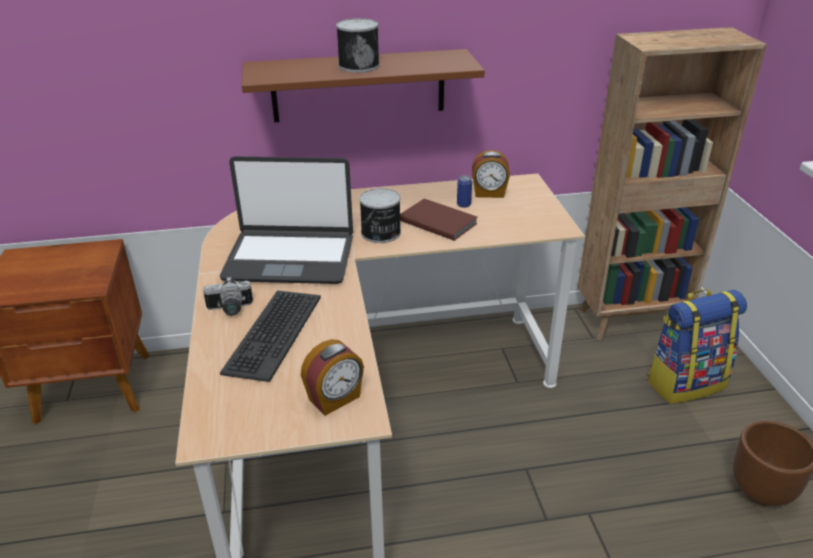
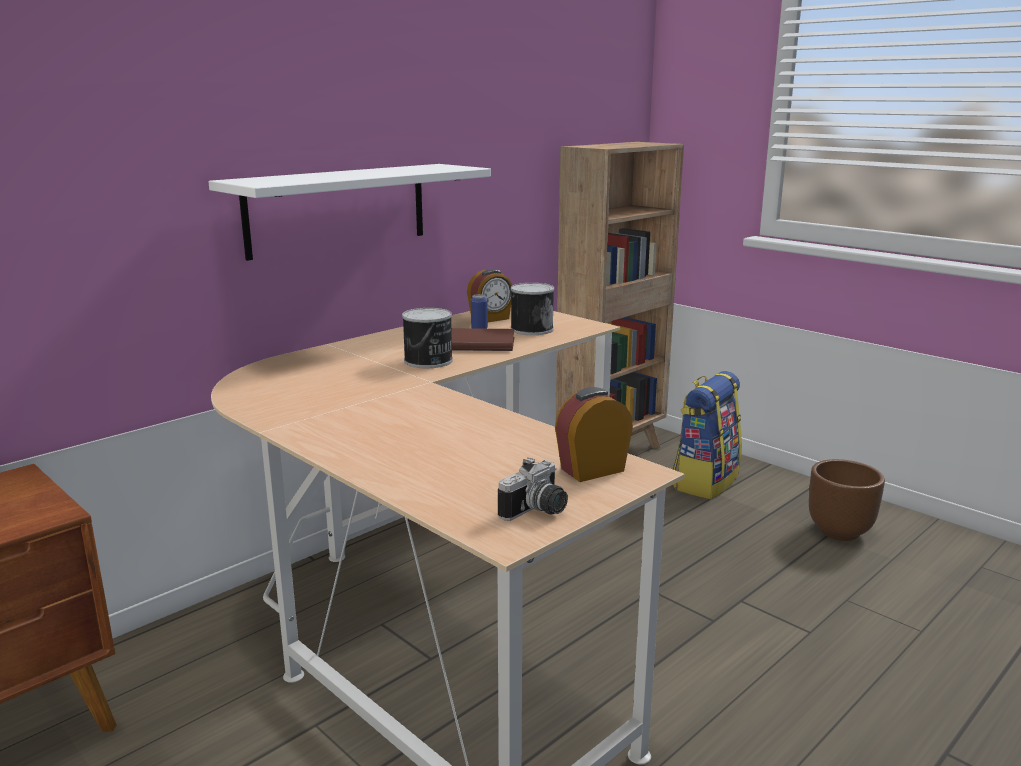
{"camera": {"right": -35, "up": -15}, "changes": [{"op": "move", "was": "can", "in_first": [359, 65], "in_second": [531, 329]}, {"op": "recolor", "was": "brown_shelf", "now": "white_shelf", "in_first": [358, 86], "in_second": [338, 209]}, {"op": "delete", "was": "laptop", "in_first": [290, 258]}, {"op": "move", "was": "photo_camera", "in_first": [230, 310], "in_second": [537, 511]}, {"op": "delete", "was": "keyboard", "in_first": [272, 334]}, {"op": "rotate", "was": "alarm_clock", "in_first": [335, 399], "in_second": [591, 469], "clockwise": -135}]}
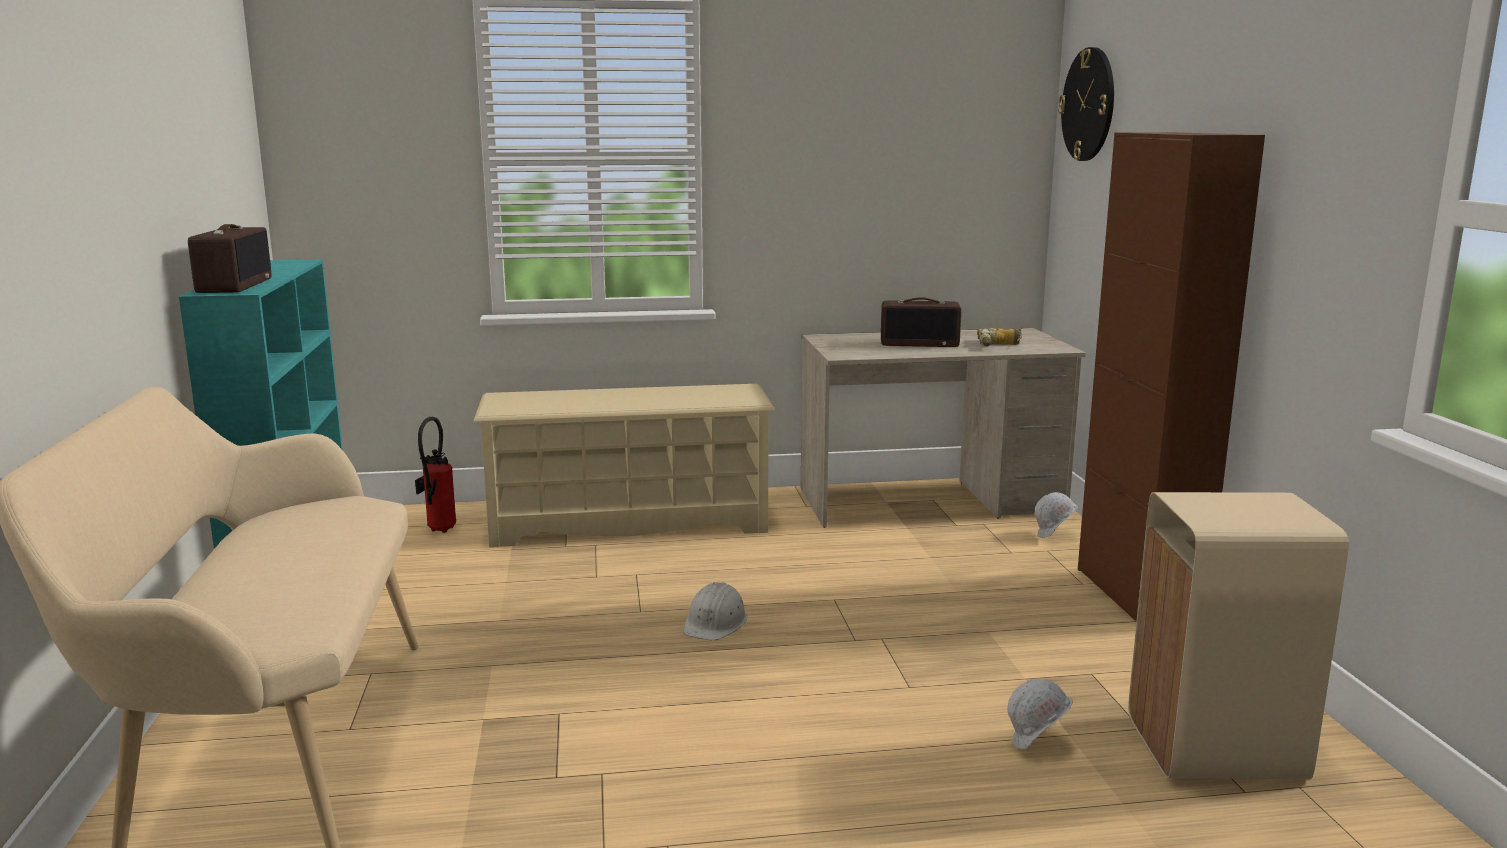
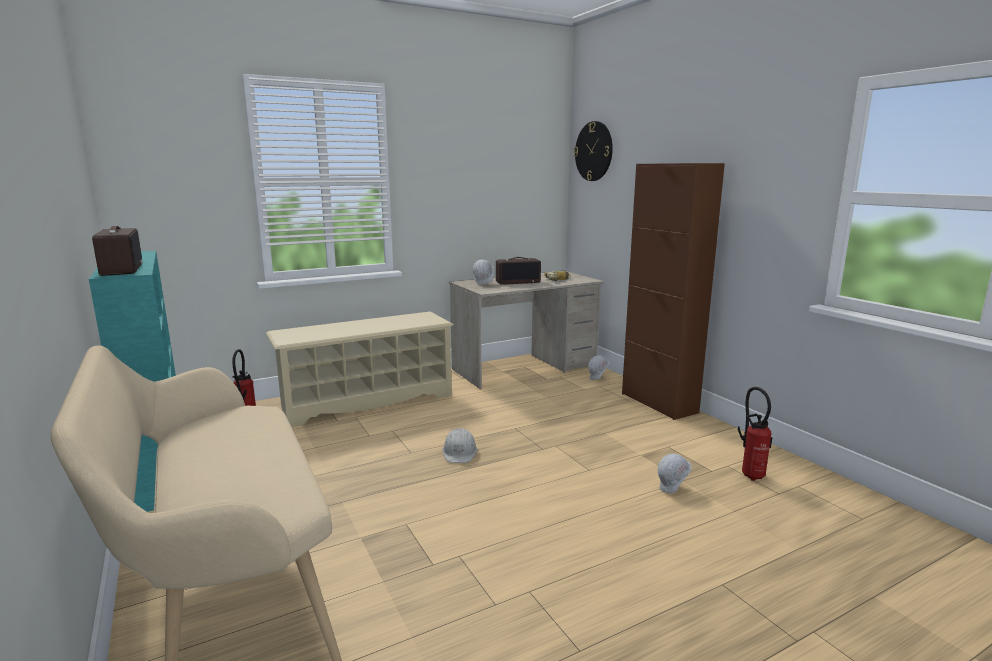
{"camera": {"right": -20, "up": 0}, "changes": [{"op": "replace", "was": "sand-coloured_waste_bin", "now": "extinguisher", "in_first": [1216, 749], "in_second": [751, 474]}, {"op": "insert", "now": "white_work_helmet", "in_second": [483, 283]}]}
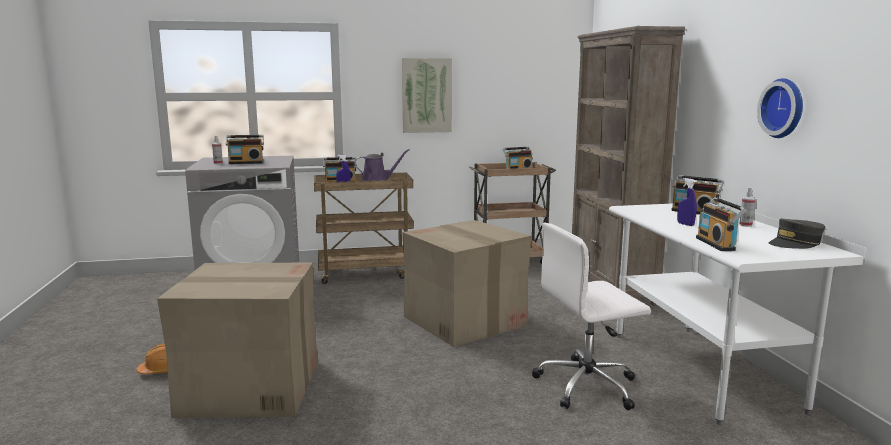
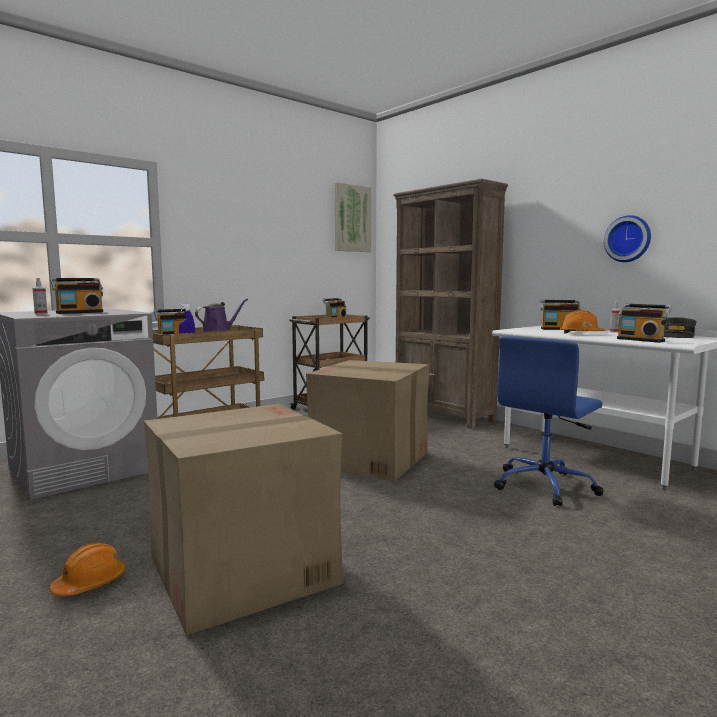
{"camera": {"right": -30, "up": -5}, "changes": [{"op": "move", "was": "picture", "in_first": [426, 95], "in_second": [351, 218]}, {"op": "replace", "was": "blue-coloured_hand_sprayer", "now": "orange-coloured_work_helmet", "in_first": [685, 224], "in_second": [581, 334]}, {"op": "recolor", "was": "white_desk_chair", "now": "blue-coloured_desk_chair", "in_first": [588, 385], "in_second": [545, 485]}]}
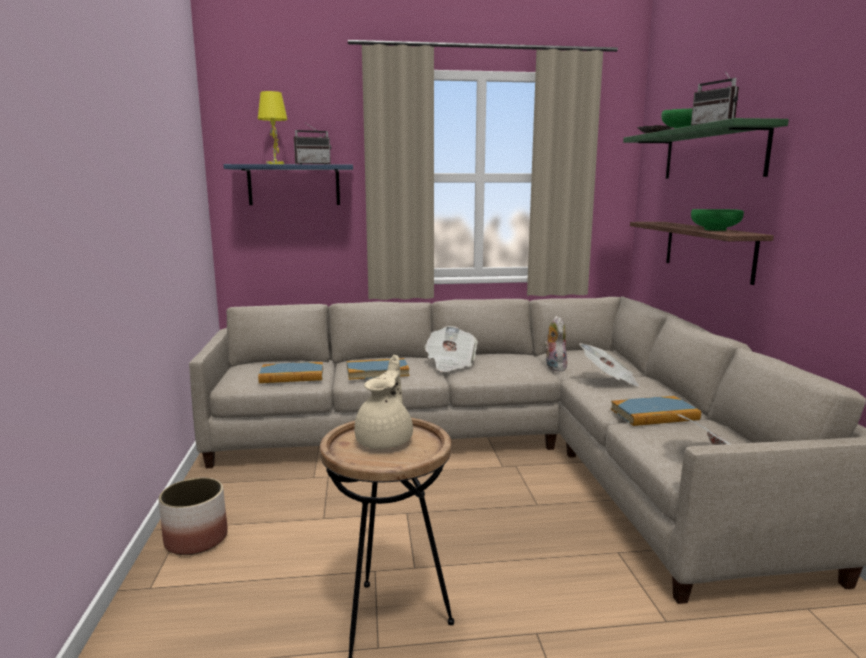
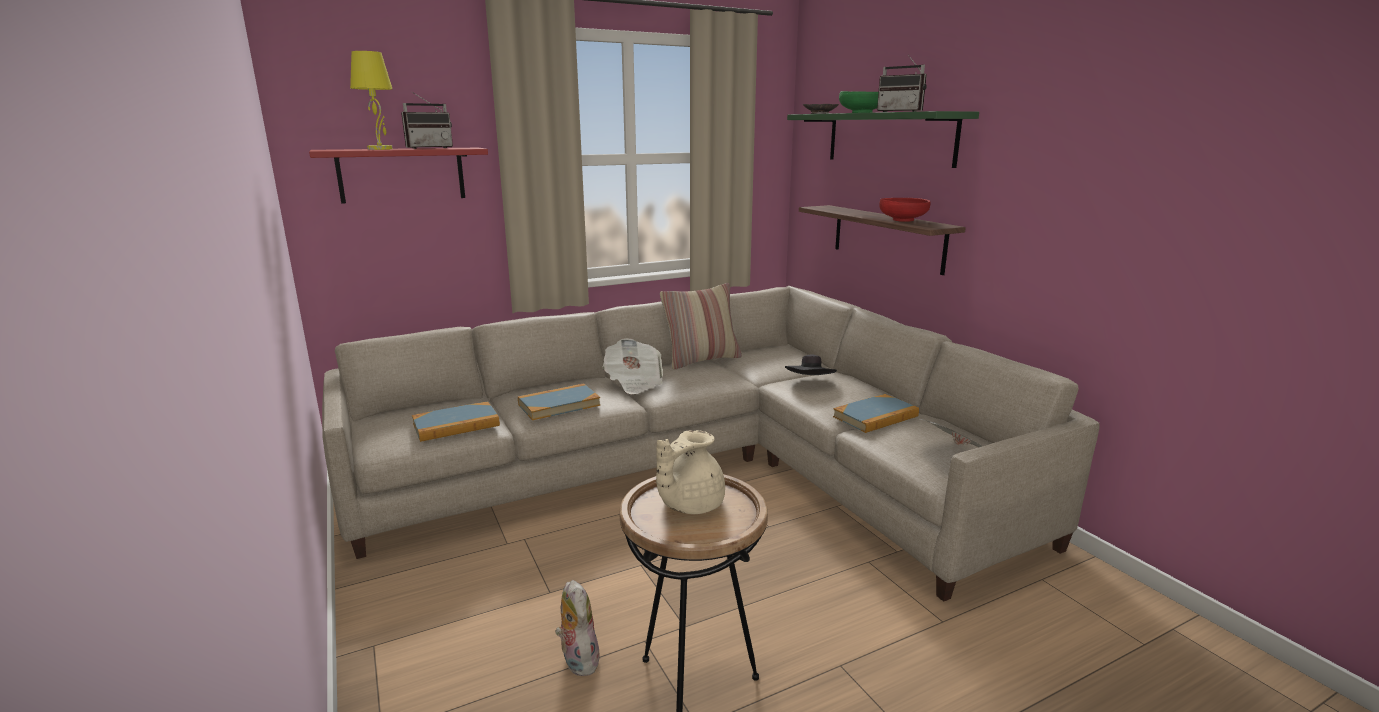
{"camera": {"right": -20, "up": 5}, "changes": [{"op": "recolor", "was": "blue-coloured_shelf", "now": "red-coloured_shelf", "in_first": [294, 185], "in_second": [402, 174]}, {"op": "recolor", "was": "green_serving_bowl", "now": "red-coloured_serving_bowl", "in_first": [714, 230], "in_second": [902, 220]}, {"op": "move", "was": "cuddly_toy", "in_first": [554, 367], "in_second": [577, 659]}, {"op": "replace", "was": "printed_paper", "now": "black_wearable_hat", "in_first": [609, 380], "in_second": [810, 382]}, {"op": "rotate", "was": "sand-coloured_tea_pot", "in_first": [386, 440], "in_second": [689, 504], "clockwise": -135}, {"op": "delete", "was": "plant_pot", "in_first": [197, 539]}, {"op": "insert", "now": "pillow", "in_second": [701, 360]}]}
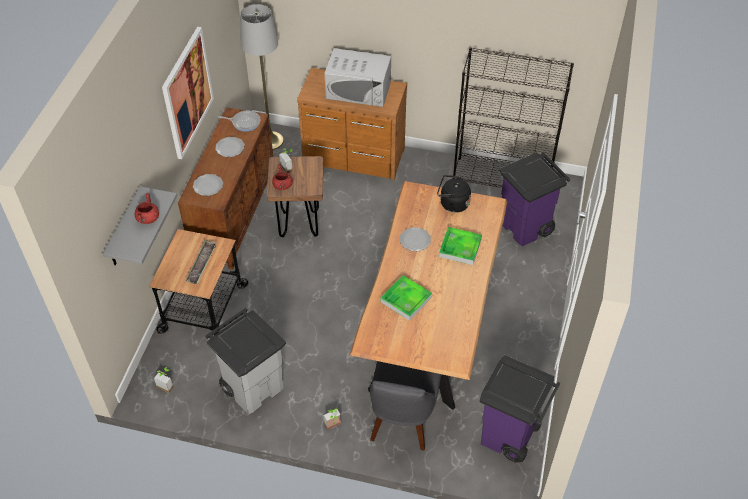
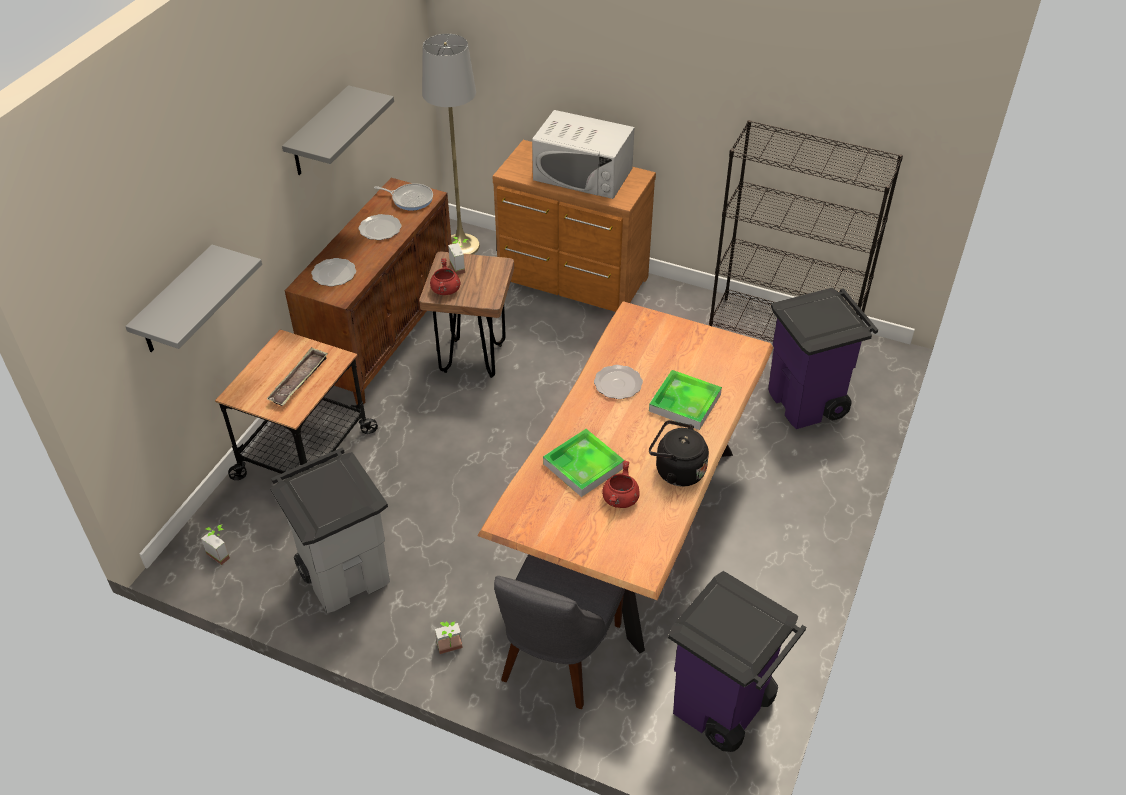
{"camera": {"right": 10, "up": -5}, "changes": [{"op": "replace", "was": "picture", "now": "gray_shelf", "in_first": [187, 93], "in_second": [319, 133]}, {"op": "move", "was": "black_water_kettle", "in_first": [452, 204], "in_second": [676, 471]}, {"op": "move", "was": "red-coloured_stockpot", "in_first": [148, 218], "in_second": [620, 499]}]}
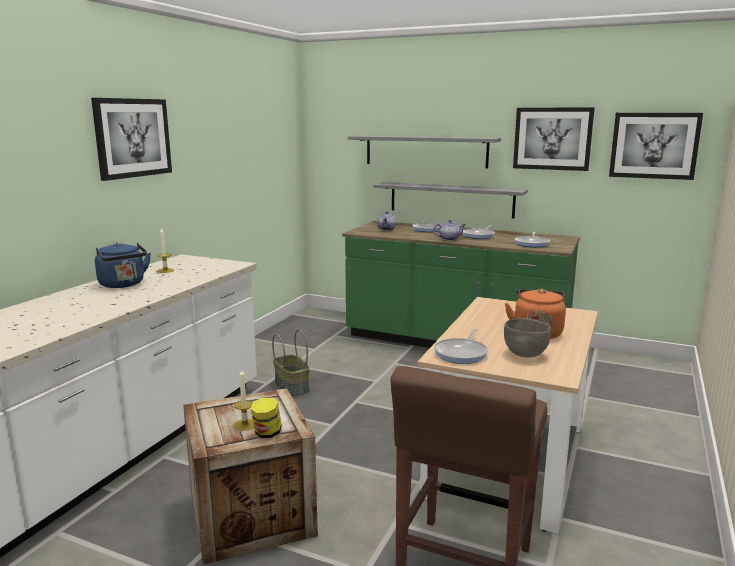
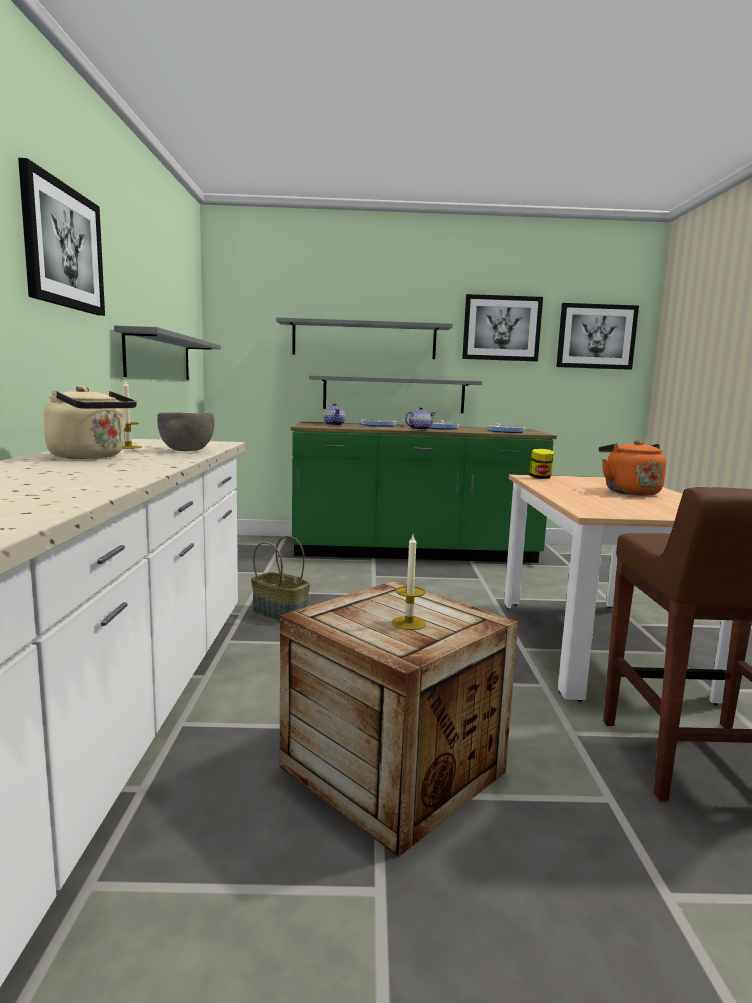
{"camera": {"right": -25, "up": -5}, "changes": [{"op": "recolor", "was": "blue-coloured_water_kettle", "now": "sand-coloured_water_kettle", "in_first": [123, 285], "in_second": [91, 457]}, {"op": "move", "was": "gray_serving_bowl", "in_first": [525, 354], "in_second": [187, 451]}, {"op": "delete", "was": "frying_pan", "in_first": [462, 353]}, {"op": "move", "was": "storage_jar", "in_first": [267, 433], "in_second": [540, 478]}, {"op": "insert", "now": "gray_shelf", "in_second": [159, 357]}]}
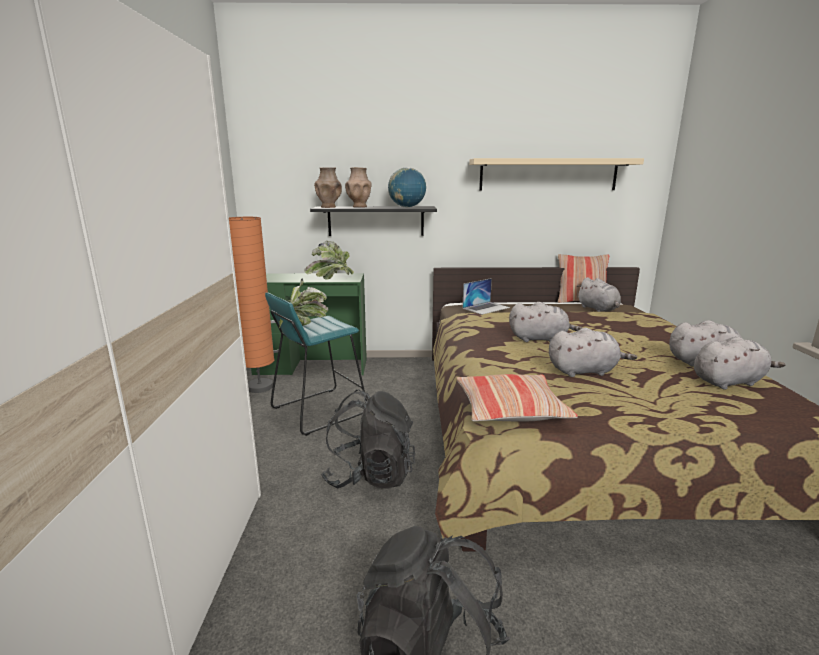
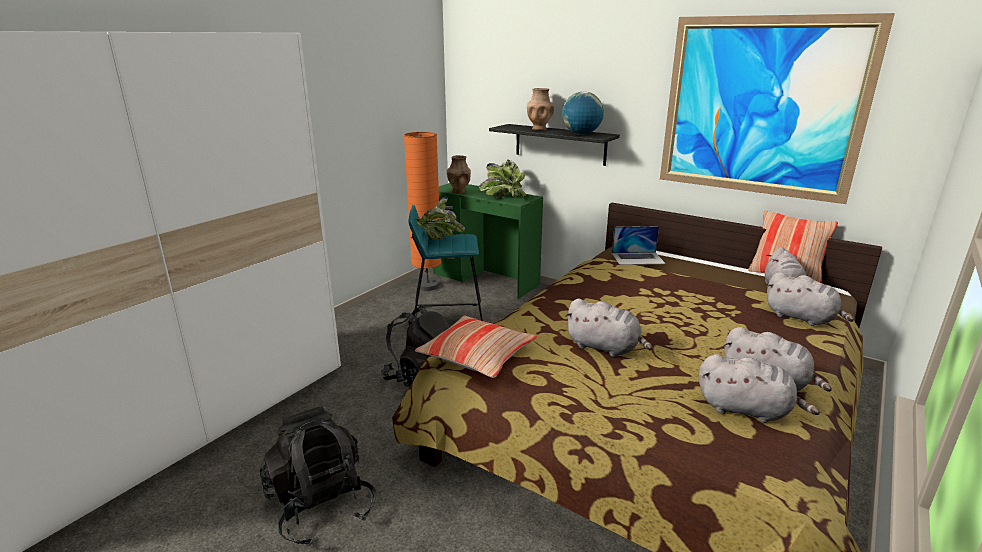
{"camera": {"right": 35, "up": 5}, "changes": [{"op": "replace", "was": "sand-coloured_shelf", "now": "picture", "in_first": [548, 174], "in_second": [760, 108]}, {"op": "move", "was": "brown_flower_vase", "in_first": [329, 207], "in_second": [459, 192]}, {"op": "move", "was": "gray_cuddly_toy", "in_first": [540, 339], "in_second": [802, 318]}]}
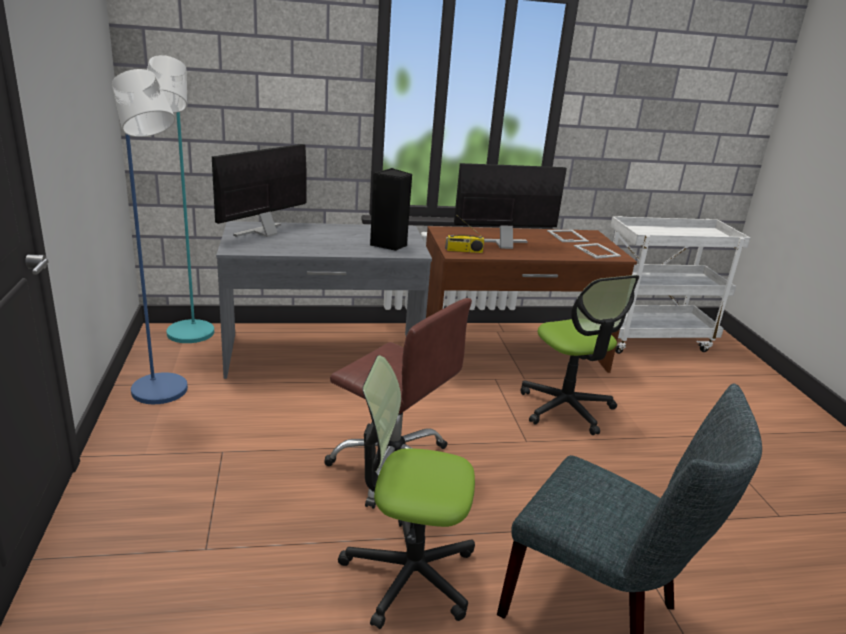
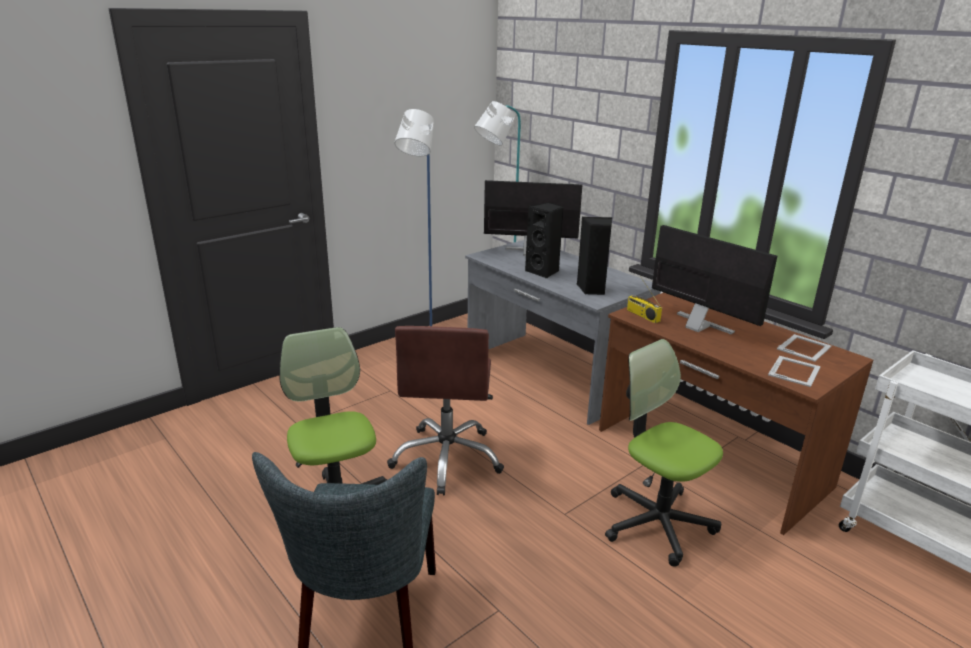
{"camera": {"right": 60, "up": 0}, "changes": [{"op": "rotate", "was": "desk_chair", "in_first": [566, 408], "in_second": [657, 523], "clockwise": 105}, {"op": "insert", "now": "black_loudspeaker", "in_second": [543, 272]}]}
